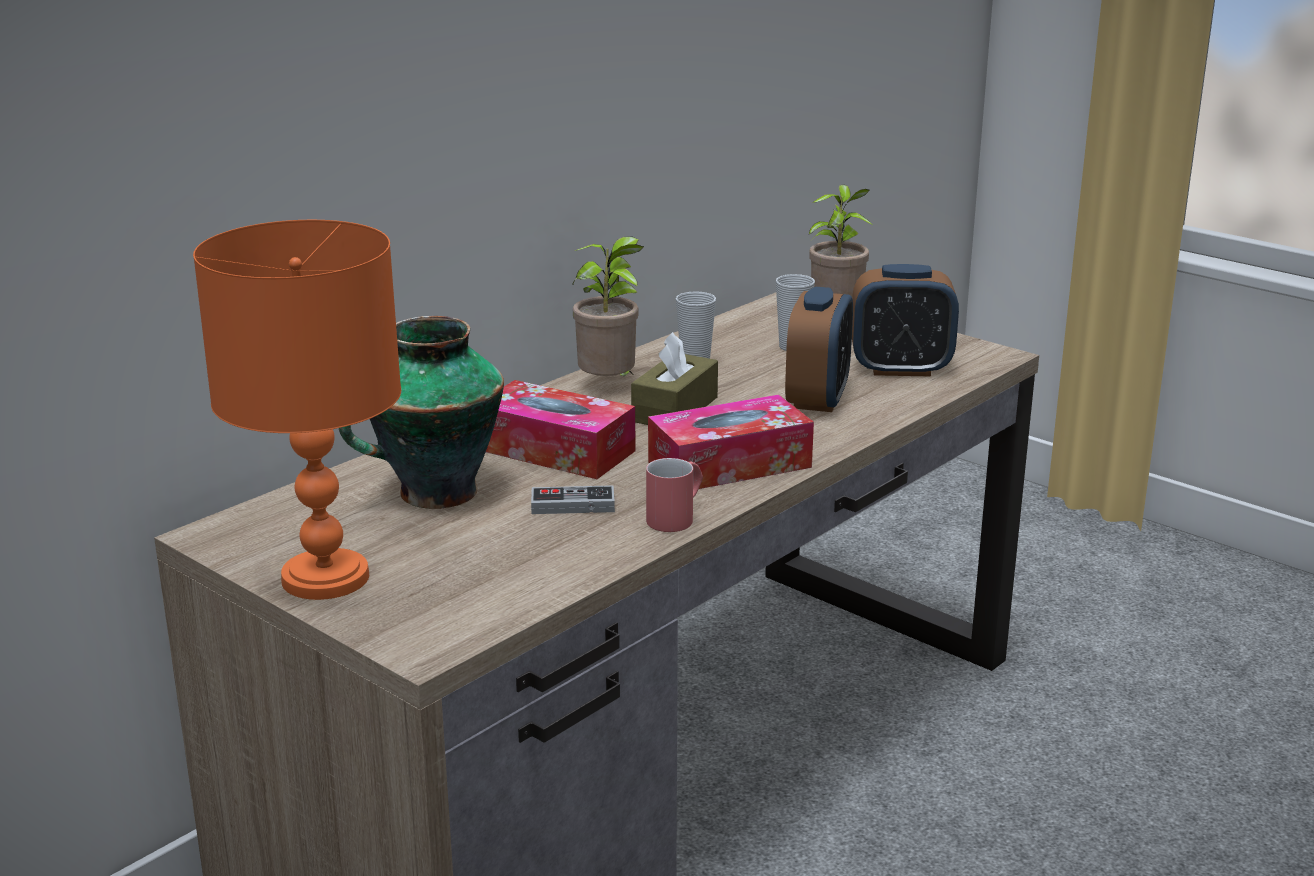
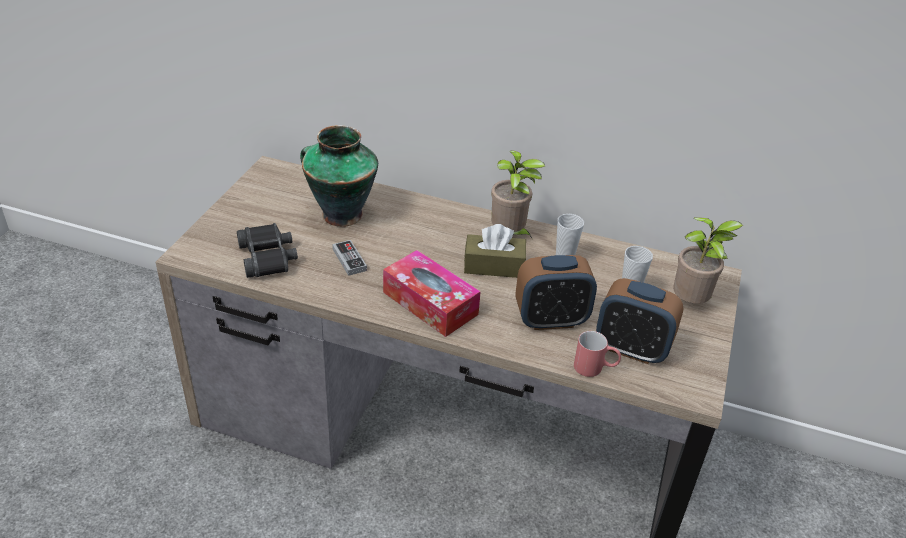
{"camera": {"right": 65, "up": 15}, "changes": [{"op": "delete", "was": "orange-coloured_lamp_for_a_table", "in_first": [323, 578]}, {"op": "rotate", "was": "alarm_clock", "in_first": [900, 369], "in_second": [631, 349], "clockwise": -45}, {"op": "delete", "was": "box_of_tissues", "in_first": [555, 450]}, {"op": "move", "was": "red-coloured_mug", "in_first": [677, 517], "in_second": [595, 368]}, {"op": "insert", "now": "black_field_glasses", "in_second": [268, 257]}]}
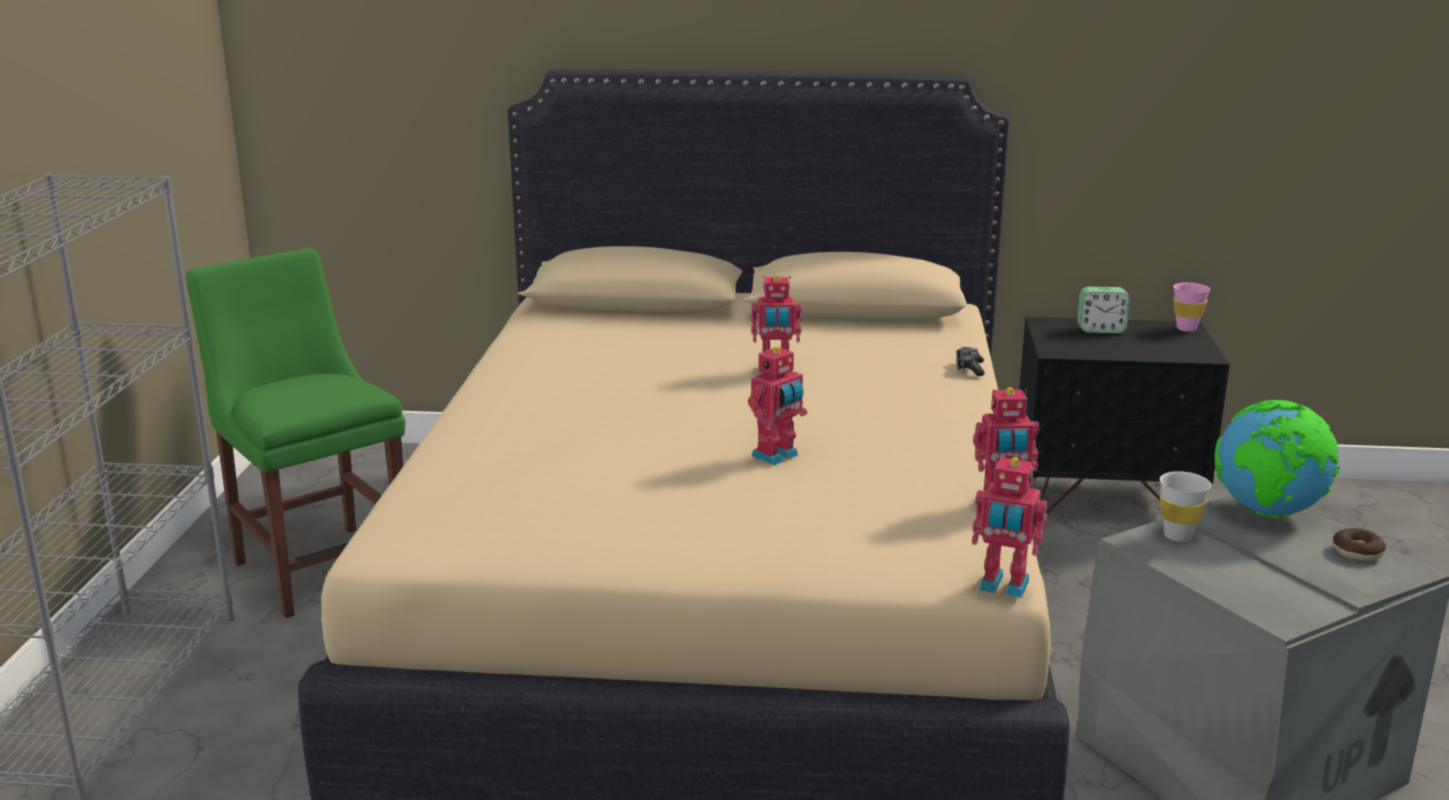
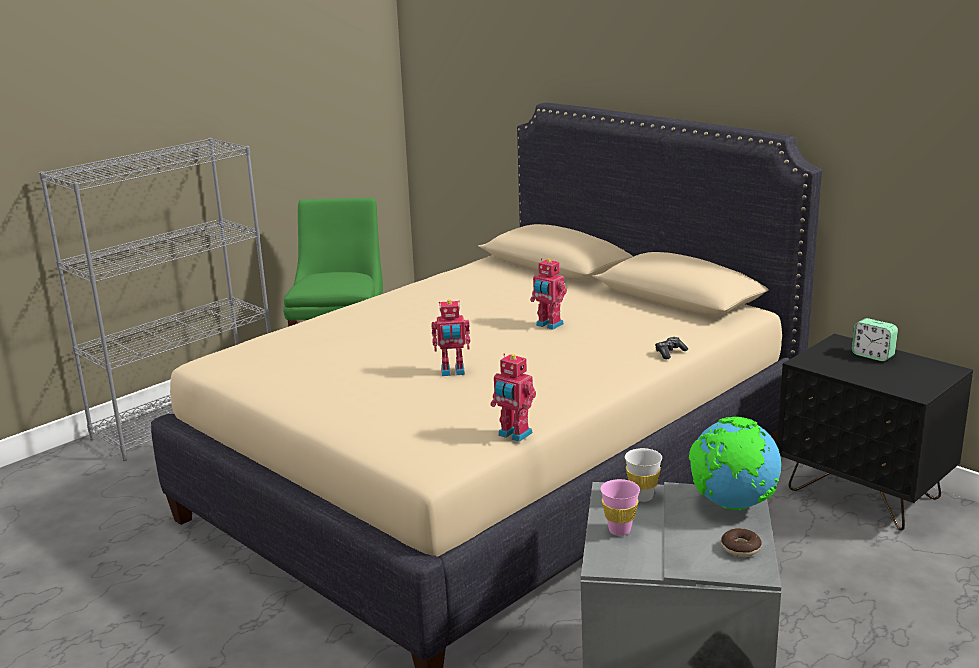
{"camera": {"right": 40, "up": 0}, "changes": [{"op": "move", "was": "pink-coloured_cup", "in_first": [1186, 329], "in_second": [619, 530]}, {"op": "delete", "was": "robot_figure", "in_first": [1003, 587]}]}
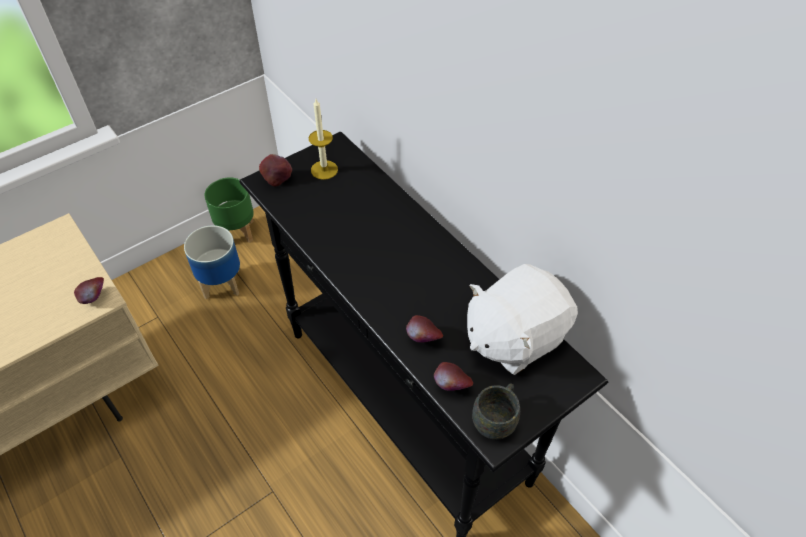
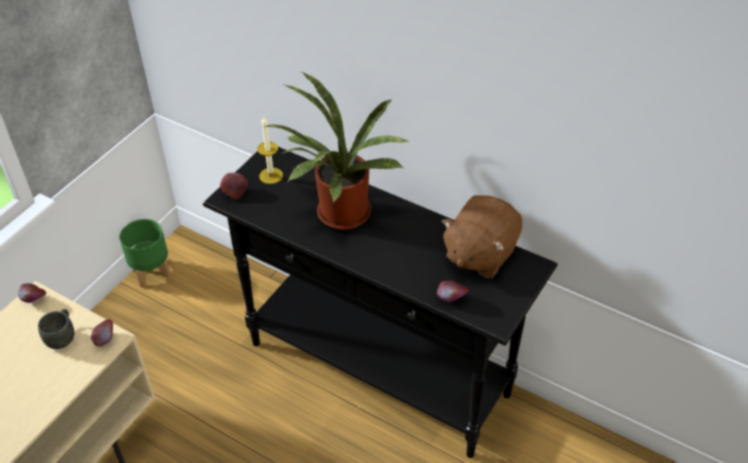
{"camera": {"right": -20, "up": -5}, "changes": [{"op": "delete", "was": "plant_pot", "in_first": [222, 284]}, {"op": "recolor", "was": "white_cuddly_toy", "now": "brown_cuddly_toy", "in_first": [514, 337], "in_second": [480, 254]}, {"op": "move", "was": "whole_apple", "in_first": [423, 339], "in_second": [35, 300]}, {"op": "move", "was": "gray_mug", "in_first": [496, 418], "in_second": [62, 336]}, {"op": "insert", "now": "potted_plant", "in_second": [340, 217]}]}
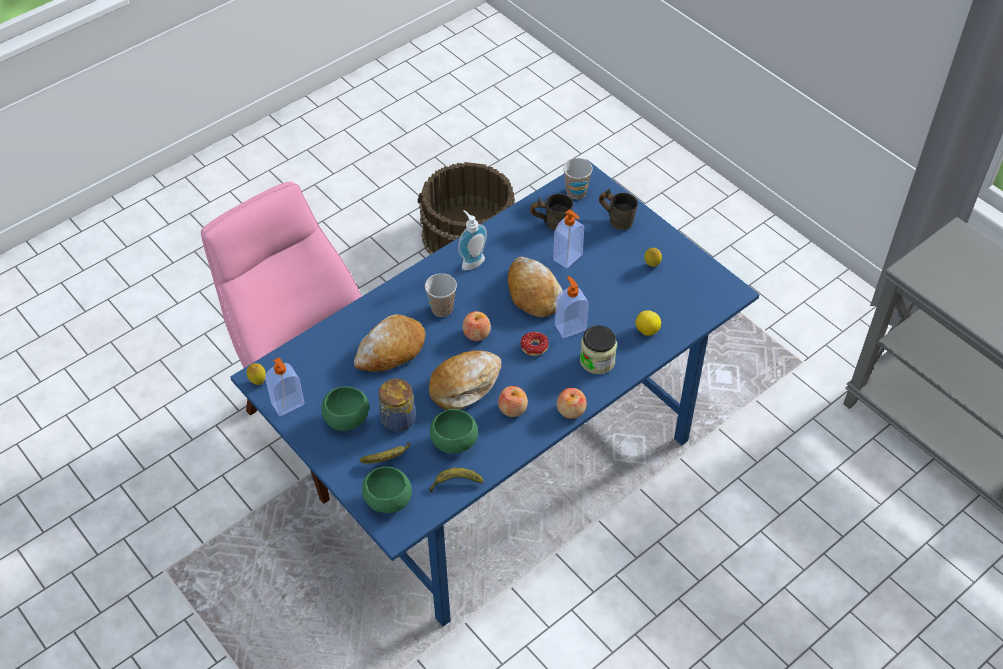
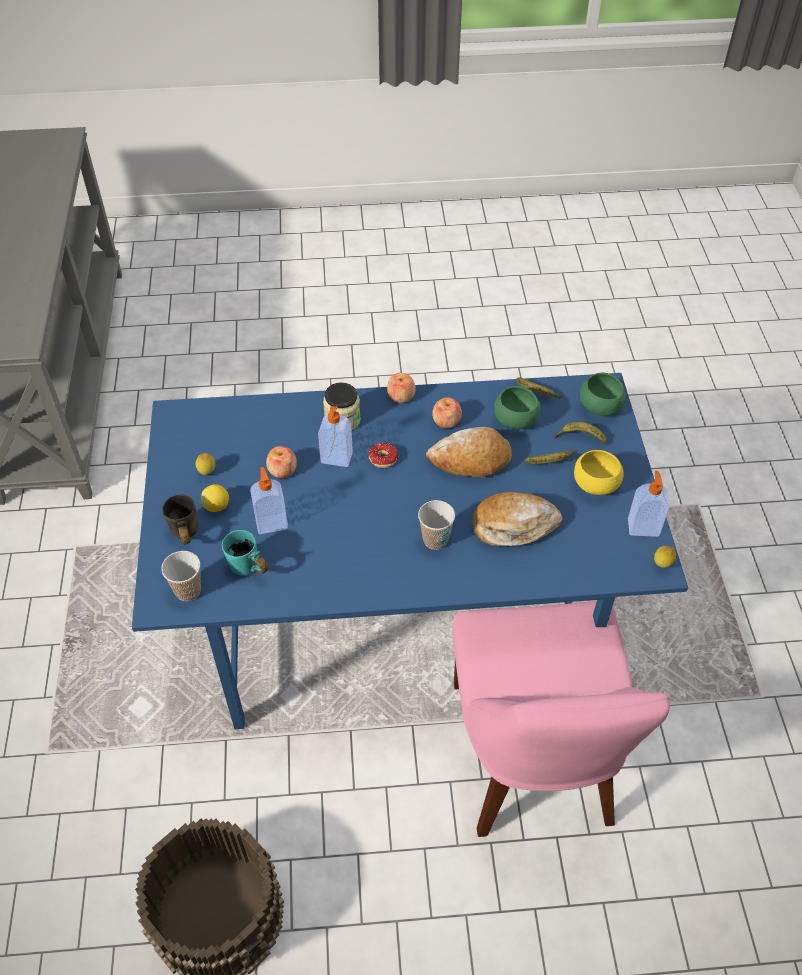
{"camera": {"right": -145, "up": 0}, "changes": [{"op": "recolor", "was": "gray_mug", "now": "turquoise_mug", "in_first": [552, 222], "in_second": [246, 571]}, {"op": "delete", "was": "liquid_soap_bottle", "in_first": [471, 261]}, {"op": "delete", "was": "bakery_bread", "in_first": [533, 293]}, {"op": "move", "was": "whole_apple", "in_first": [476, 333], "in_second": [282, 470]}, {"op": "move", "was": "whole_lemon", "in_first": [646, 330], "in_second": [217, 506]}, {"op": "replace", "was": "storage_jar", "now": "whole_banana", "in_first": [397, 420], "in_second": [551, 462]}, {"op": "recolor", "was": "green_serving_bowl", "now": "yellow_serving_bowl", "in_first": [347, 420], "in_second": [595, 485]}]}
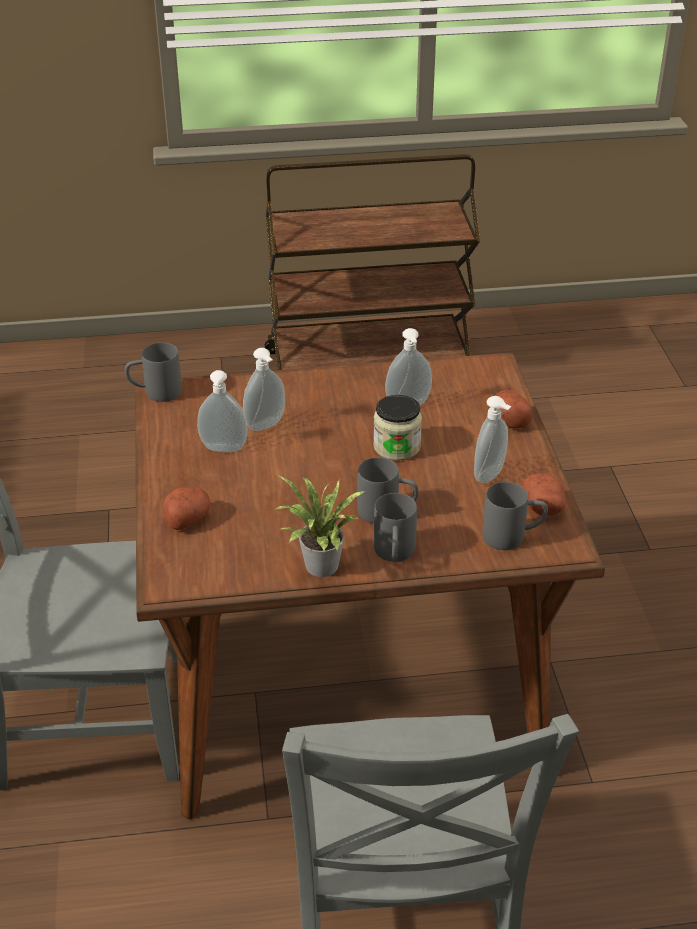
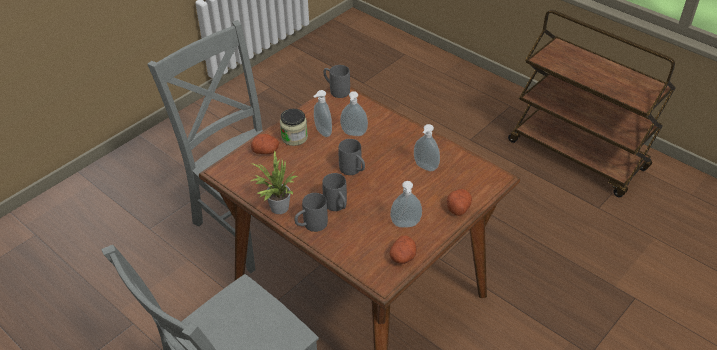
{"camera": {"right": 50, "up": 5}, "changes": [{"op": "move", "was": "storage_jar", "in_first": [396, 447], "in_second": [294, 137]}, {"op": "move", "was": "gray_mug", "in_first": [513, 537], "in_second": [353, 171]}]}
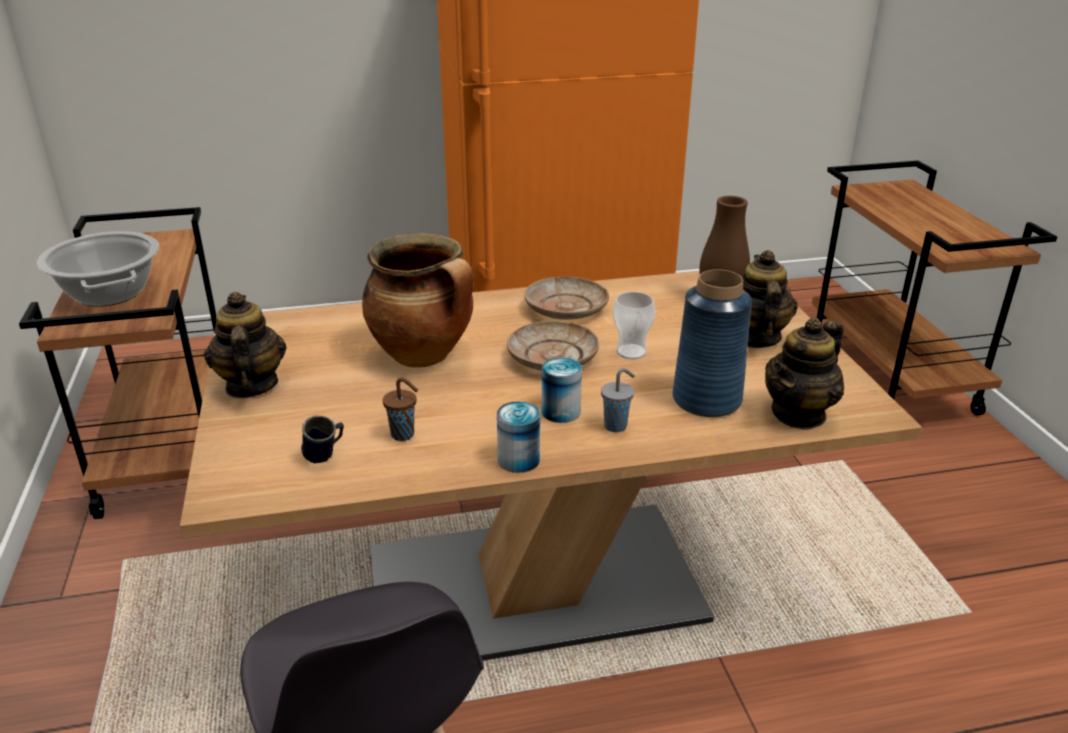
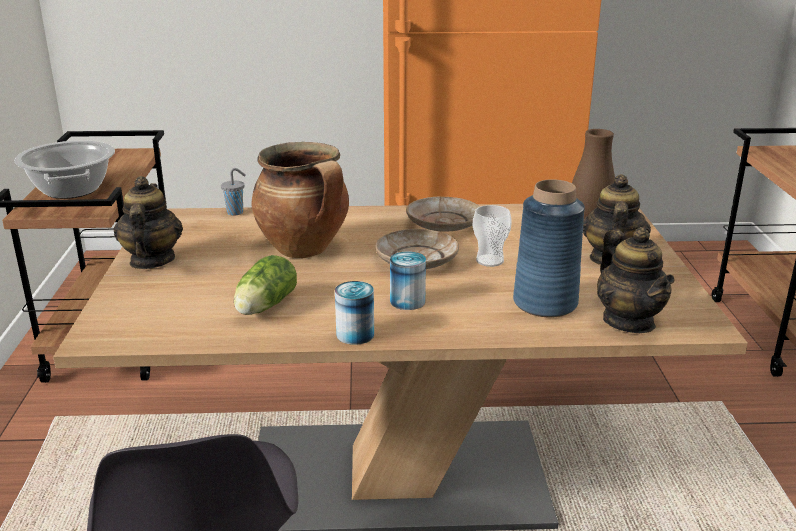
{"camera": {"right": 10, "up": -5}, "changes": [{"op": "rotate", "was": "tea_pot", "in_first": [799, 414], "in_second": [629, 321], "clockwise": -75}, {"op": "move", "was": "gray_cup", "in_first": [616, 426], "in_second": [236, 212]}, {"op": "replace", "was": "brown_cup", "now": "lettuce_head", "in_first": [404, 435], "in_second": [263, 307]}, {"op": "delete", "was": "blue-coloured_mug", "in_first": [326, 456]}]}
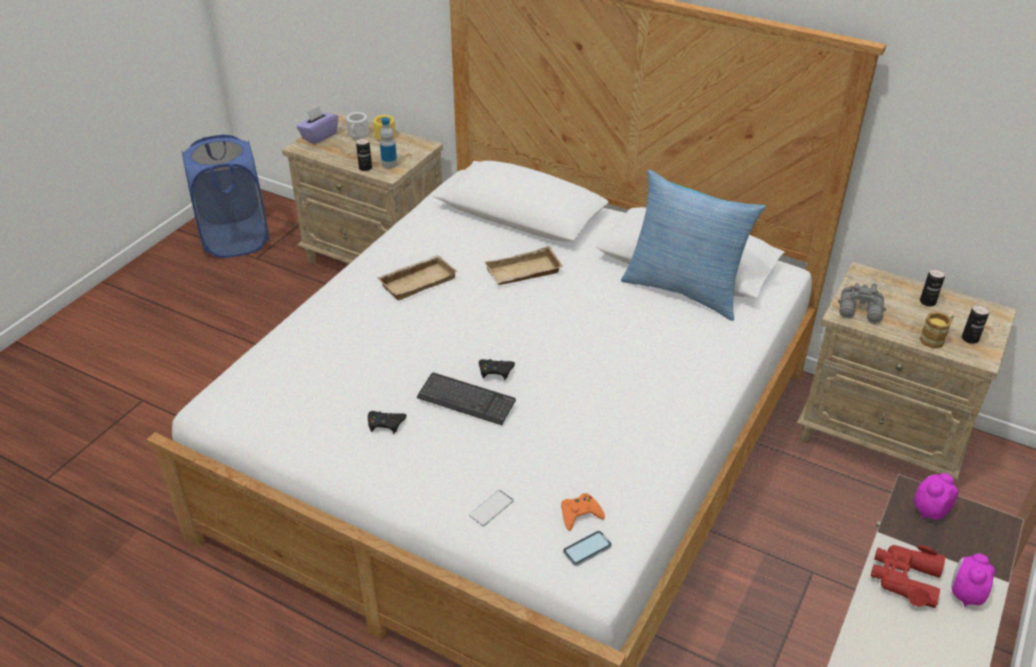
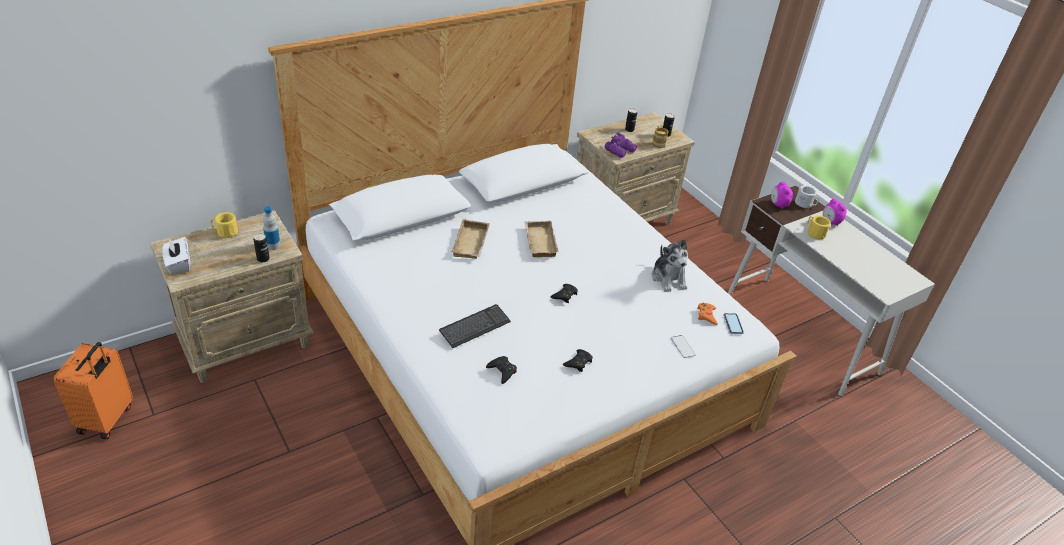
{"camera": {"right": -65, "up": 0}, "changes": [{"op": "recolor", "was": "purple-coloured_box_of_tissues", "now": "white_box_of_tissues", "in_first": [319, 136], "in_second": [178, 264]}, {"op": "move", "was": "white_mug", "in_first": [357, 135], "in_second": [805, 204]}, {"op": "replace", "was": "blue-coloured_laundry_basket", "now": "orange-coloured_suitcase", "in_first": [235, 240], "in_second": [107, 419]}, {"op": "delete", "was": "pillow", "in_first": [684, 289]}, {"op": "move", "was": "sand-coloured_serving_tray", "in_first": [417, 281], "in_second": [539, 241]}, {"op": "recolor", "was": "gray_field_glasses", "now": "purple-coloured_field_glasses", "in_first": [861, 312], "in_second": [620, 151]}, {"op": "move", "was": "keyboard", "in_first": [466, 400], "in_second": [475, 327]}, {"op": "replace", "was": "red-coloured_field_glasses", "now": "yellow_mug", "in_first": [905, 579], "in_second": [814, 233]}, {"op": "insert", "now": "cuddly_toy", "in_second": [668, 278]}, {"op": "insert", "now": "black_joypad", "in_second": [502, 371]}]}
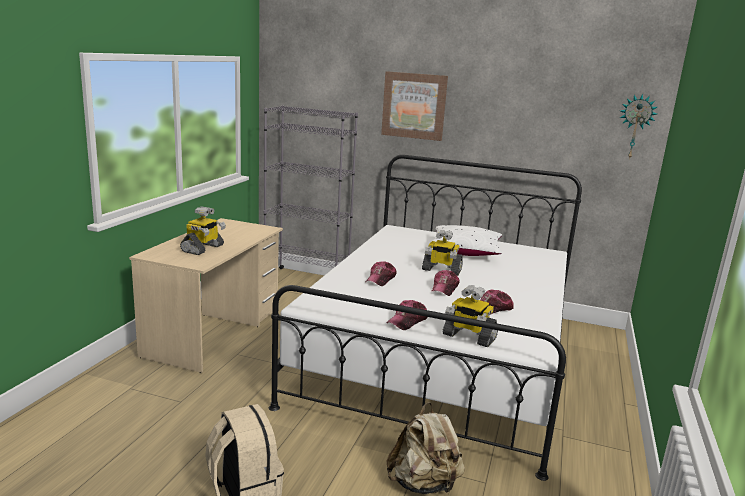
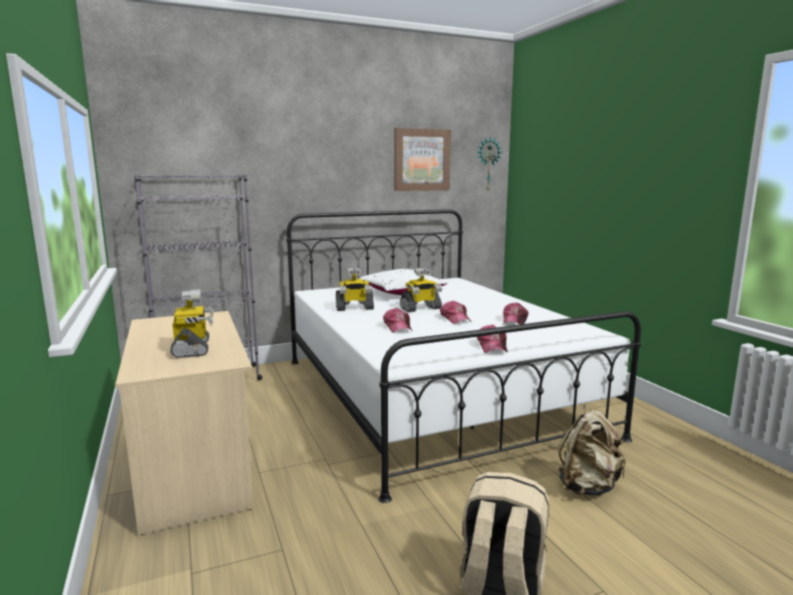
{"camera": {"right": -40, "up": -5}, "changes": [{"op": "move", "was": "picture", "in_first": [414, 105], "in_second": [421, 160]}, {"op": "move", "was": "robot_figure", "in_first": [468, 337], "in_second": [354, 308]}]}
